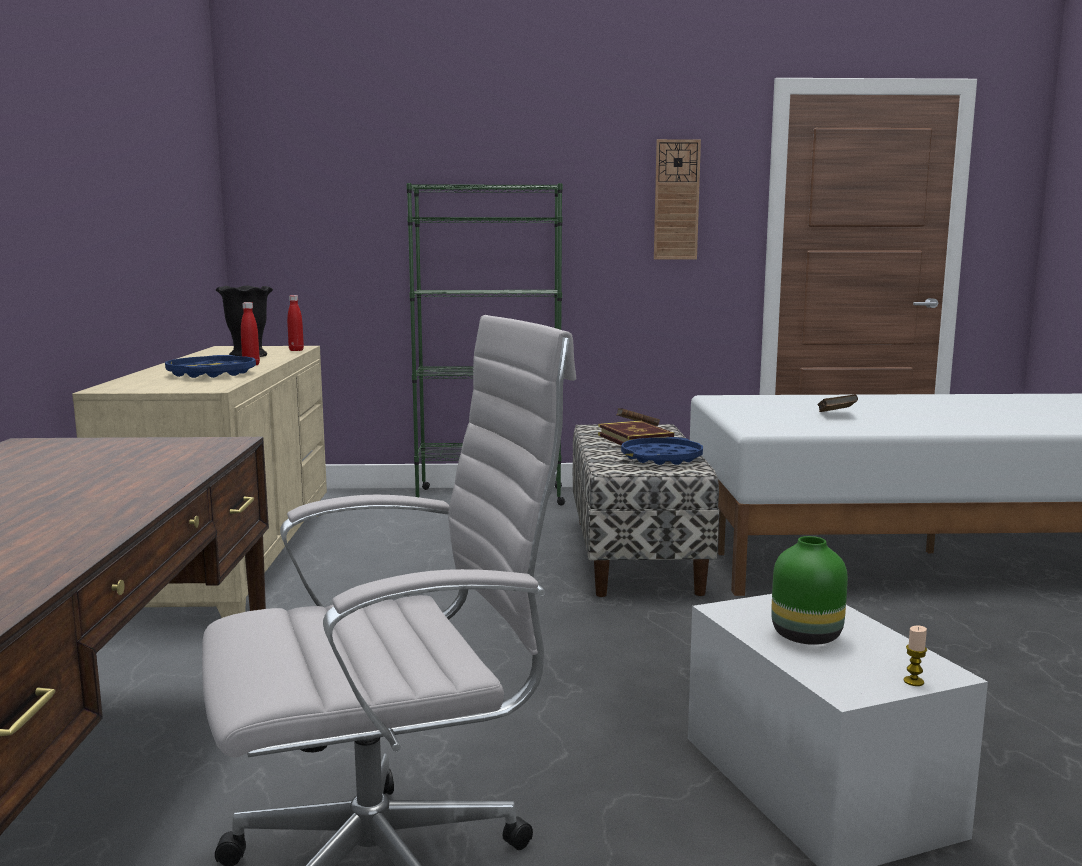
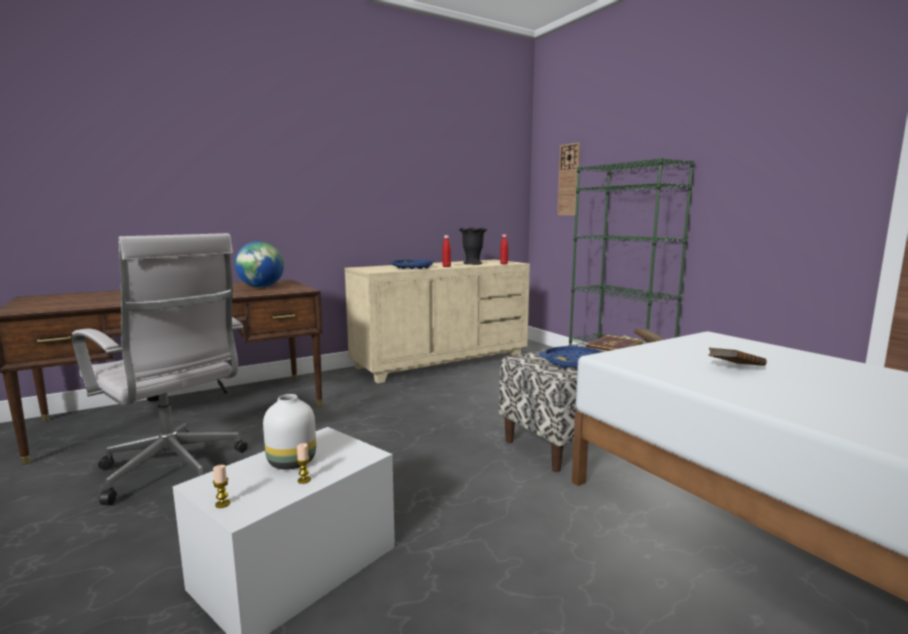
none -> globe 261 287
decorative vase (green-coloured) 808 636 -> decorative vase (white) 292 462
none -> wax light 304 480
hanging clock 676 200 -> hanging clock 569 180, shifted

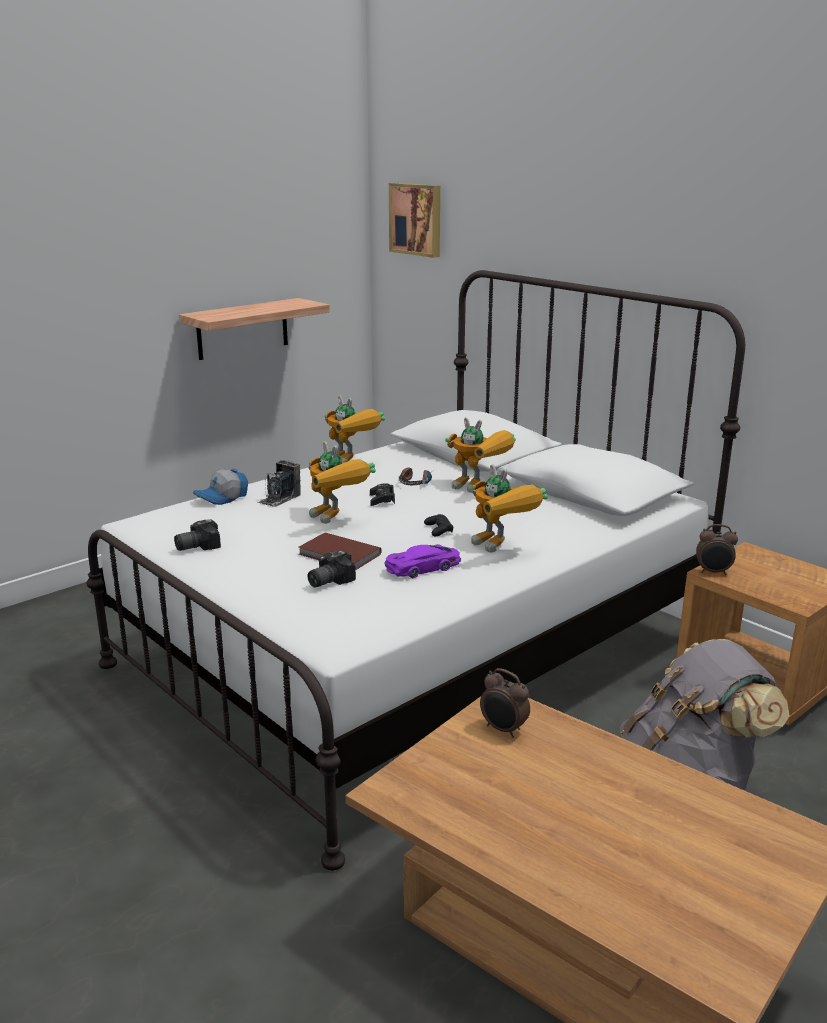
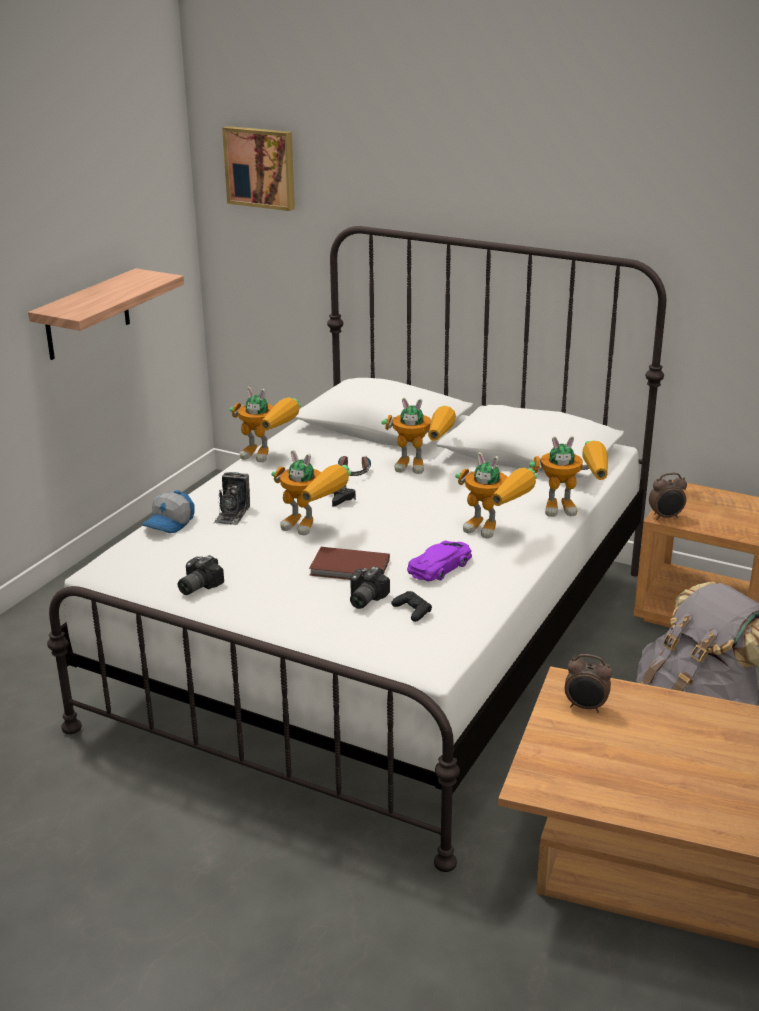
joypad (blackish) 438 529 -> joypad (blackish) 412 610, shifted
none -> model robot 572 508

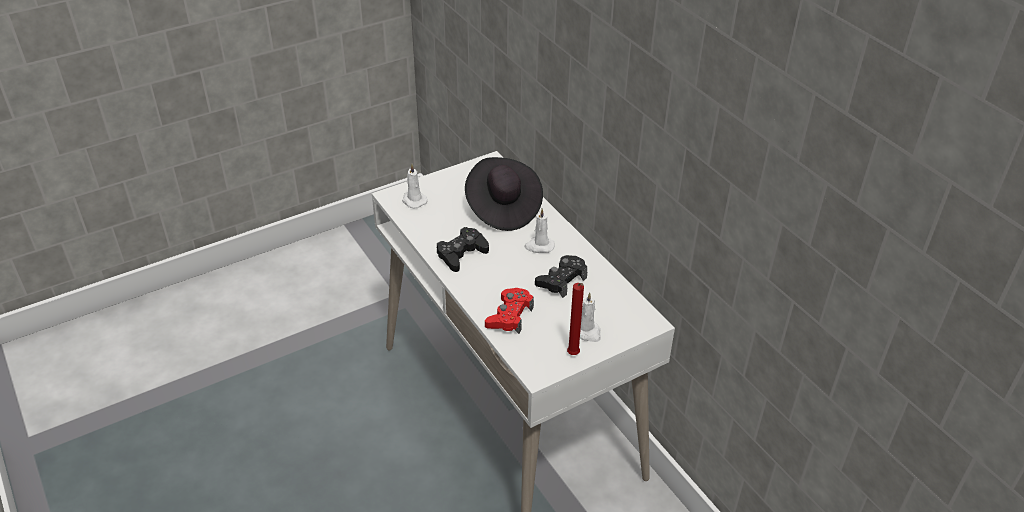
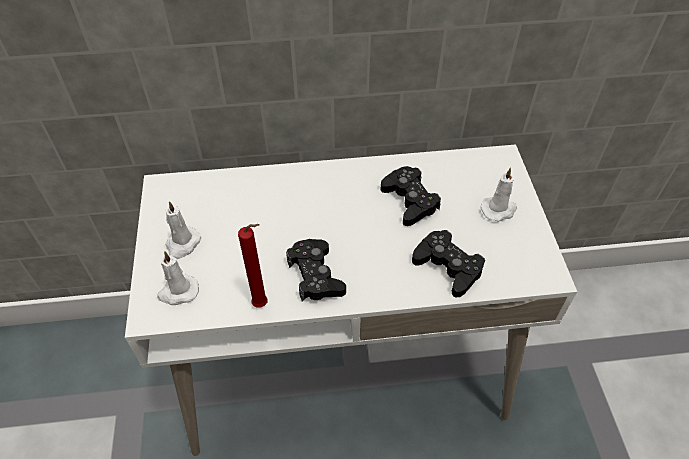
wax light (white) 539 246 -> wax light (white) 182 244, shifted
wax light (red-coloured) 573 355 -> wax light (red-coloured) 262 305, shifted
joypad (red-coloured) 509 316 -> joypad (blackish) 447 267
clothing hat (blackish) 502 208 -> none

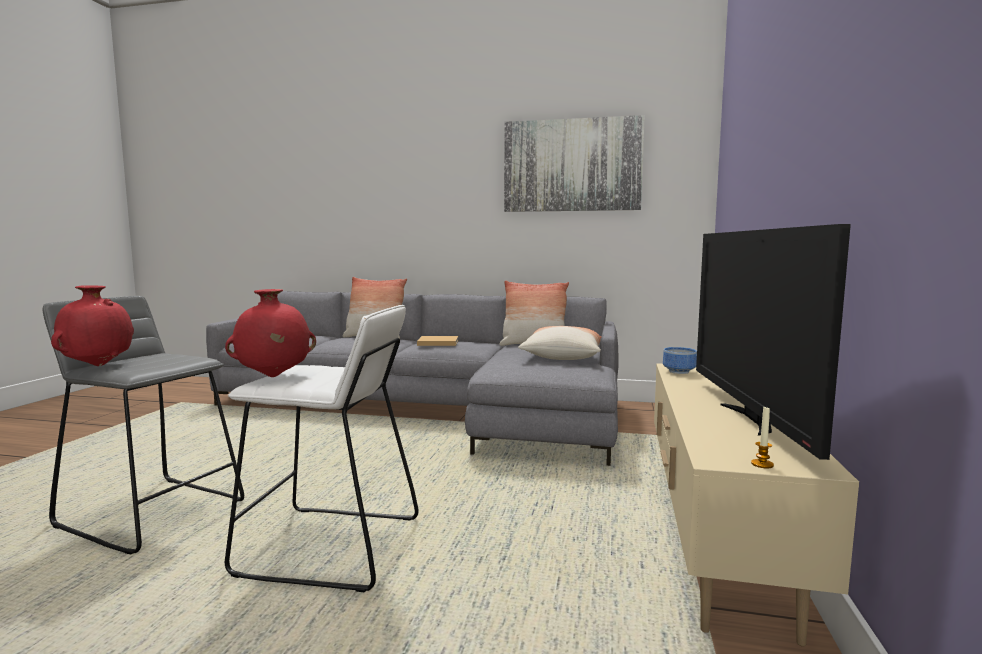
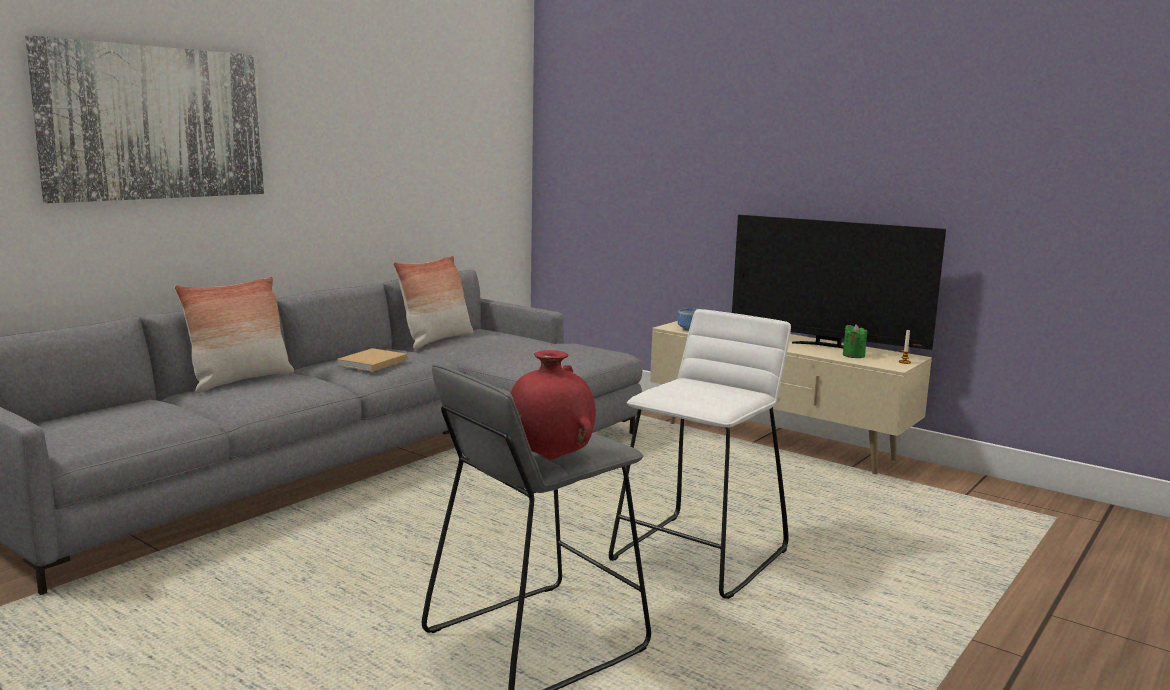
picture 572 165 -> picture 155 123, shifted
none -> wax light (green-coloured) 853 355
decorative vase (red-coloured) 273 377 -> none
cushion 562 356 -> none

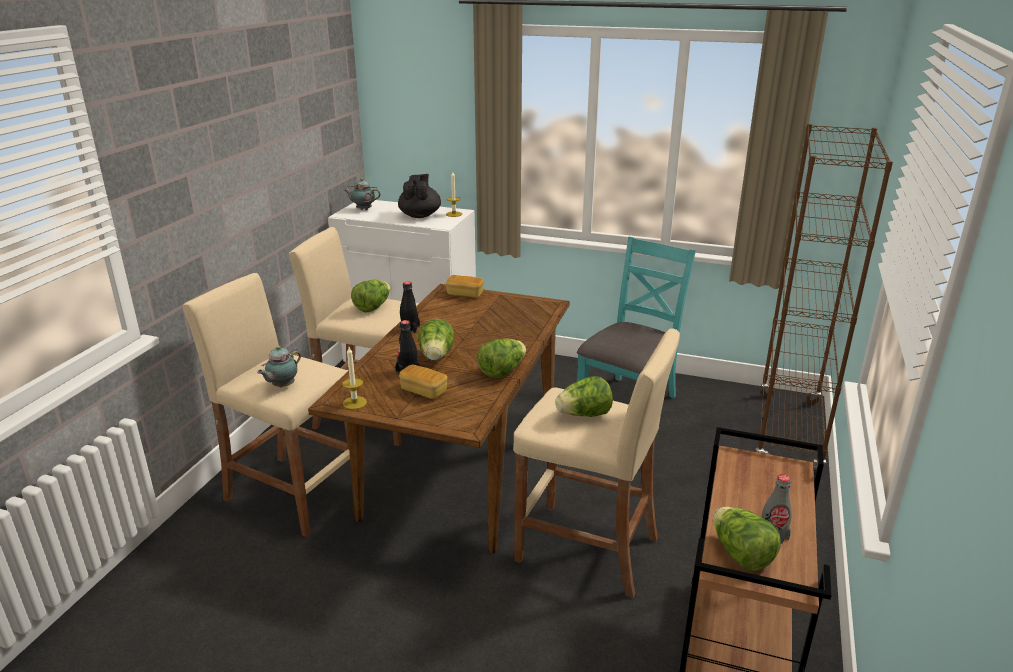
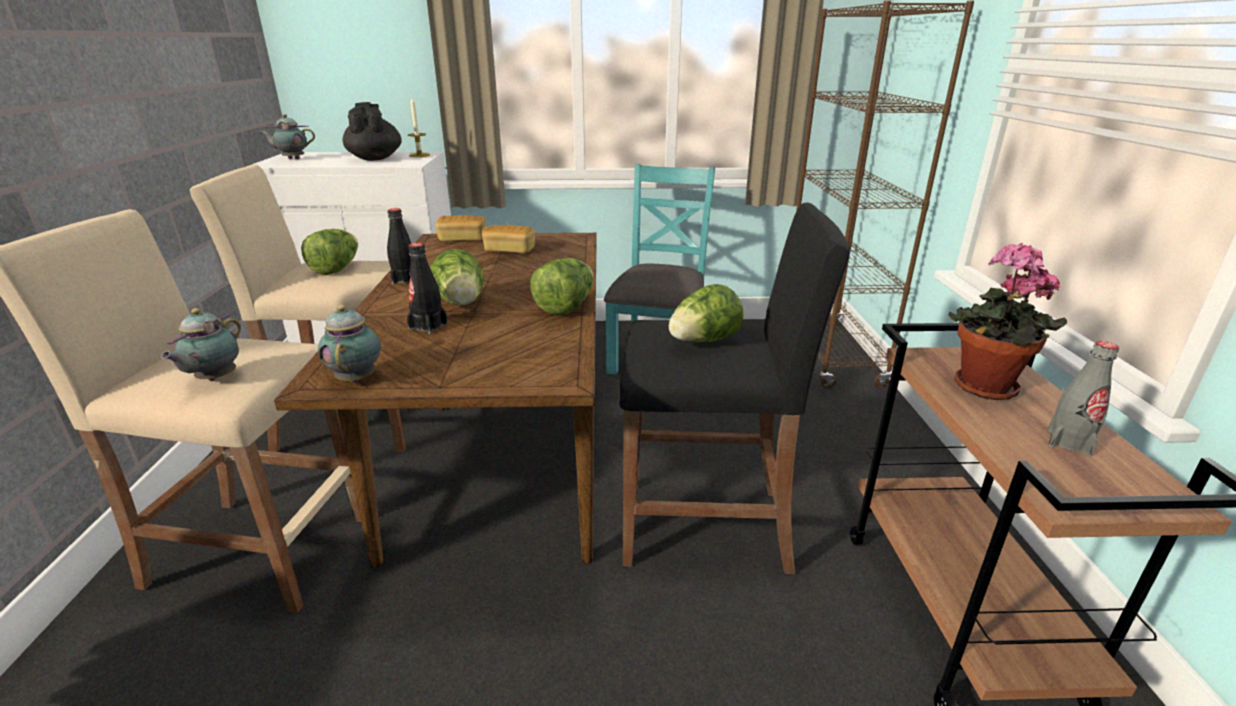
wax light 354 403 -> tea pot 358 378
bakery bread 423 391 -> bakery bread 509 250, shifted
stool seat (beige-coloured) 588 549 -> stool seat (blackish) 706 526
none -> plant in a pot 982 389
head of lettuce 740 555 -> none

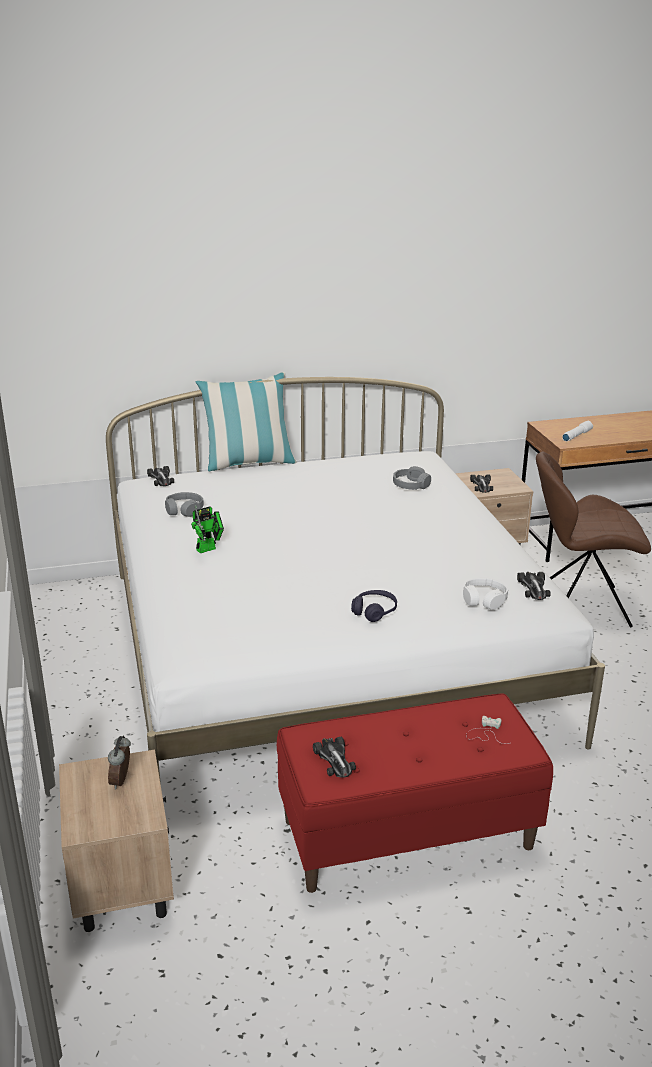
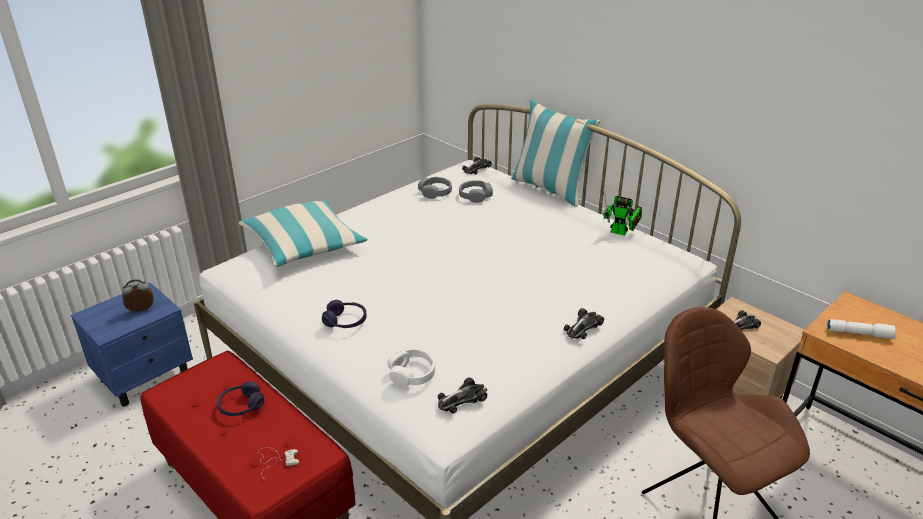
bedside table (beige-coloured) 122 884 -> bedside table (bluish) 146 377
none -> headphones (purple) 241 406
none -> cushion 303 245
headphones (gray) 411 485 -> headphones (gray) 475 196, shifted
model car 334 760 -> model car 583 327, shifted
model robot 209 548 -> model robot 621 232, shifted

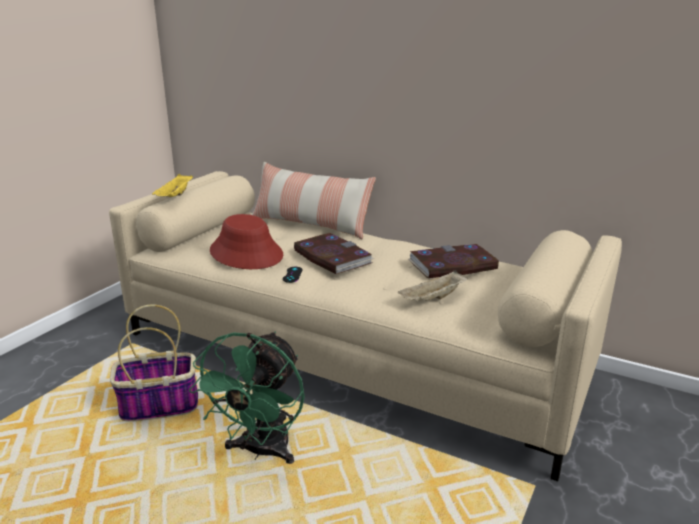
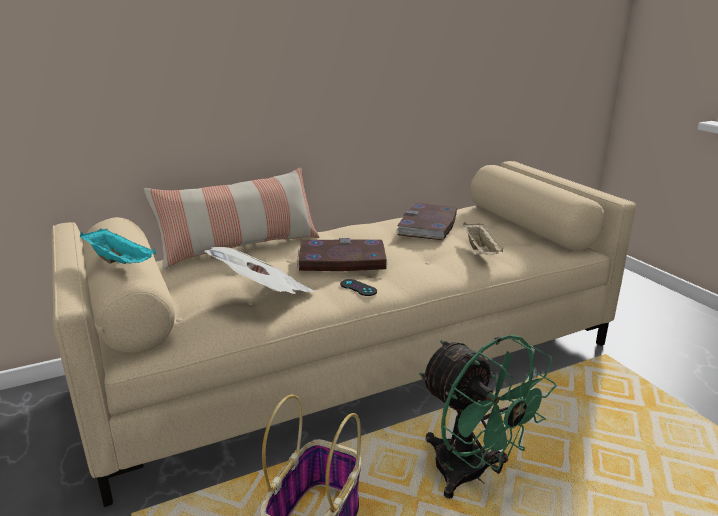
serving tray (yellow) 175 196 -> serving tray (blue-green) 121 262
clothing hat (red-coloured) 246 253 -> daily paper 263 295

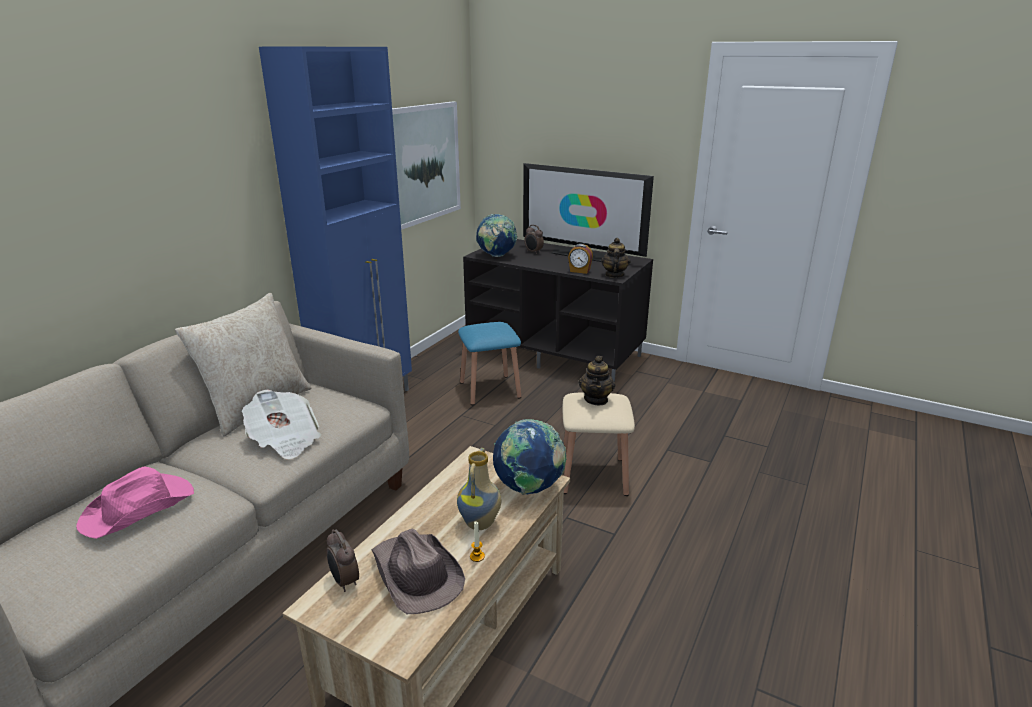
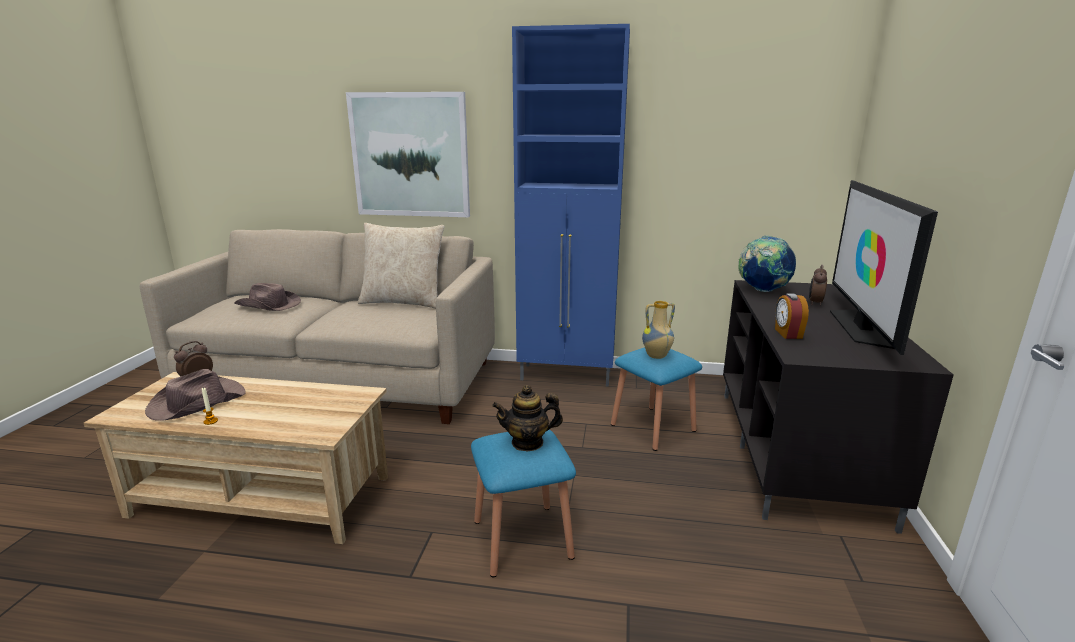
clothing hat (pink) 139 508 -> clothing hat (brown) 268 305
picture 423 164 -> picture 410 155, shifted
stool seat (beige-coloured) 593 475 -> stool seat (bluish) 522 538
decorative vase 481 524 -> decorative vase 656 356, shifted
daily paper 285 440 -> none
globe 529 488 -> none
tea pot 614 275 -> none

